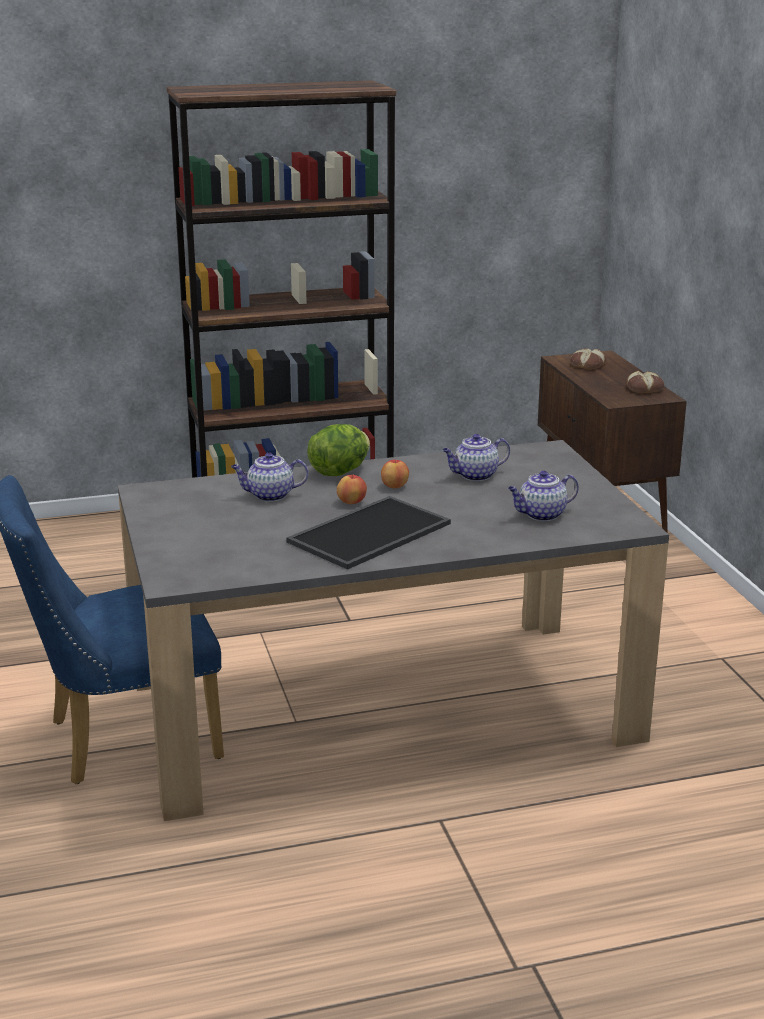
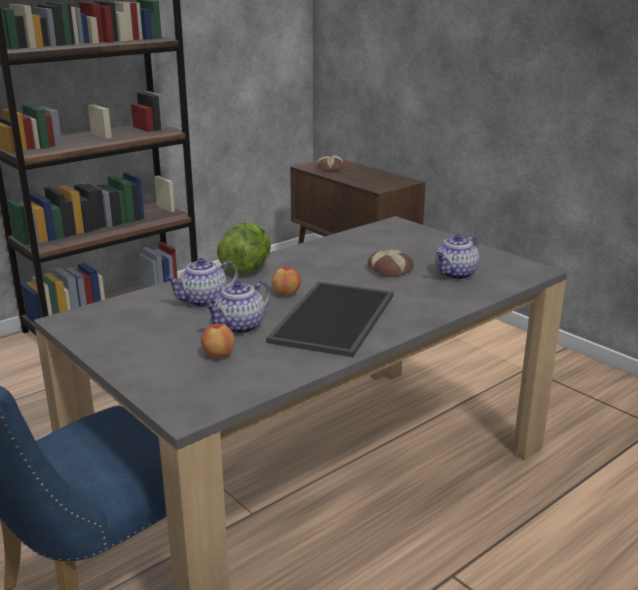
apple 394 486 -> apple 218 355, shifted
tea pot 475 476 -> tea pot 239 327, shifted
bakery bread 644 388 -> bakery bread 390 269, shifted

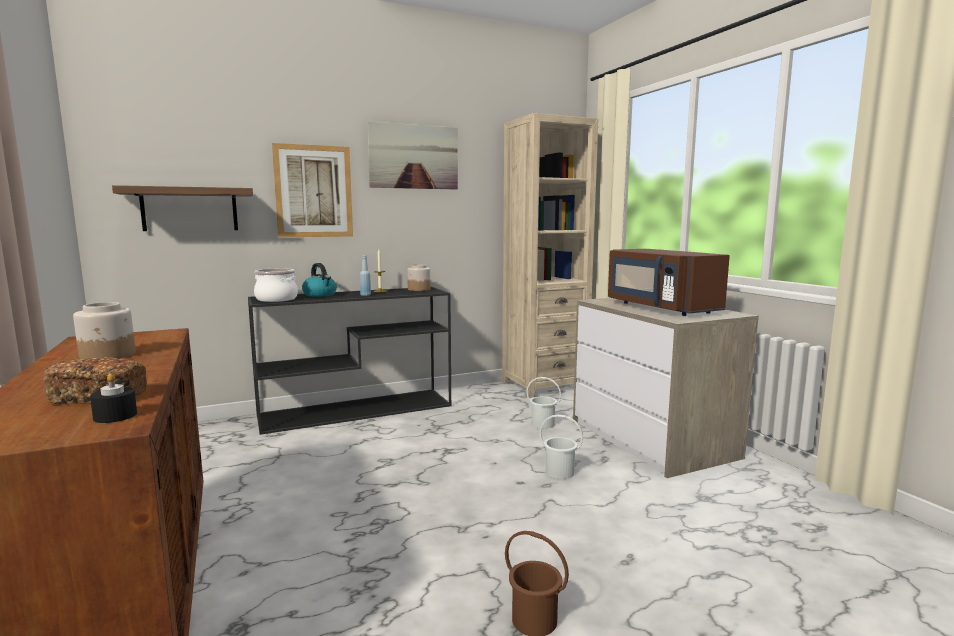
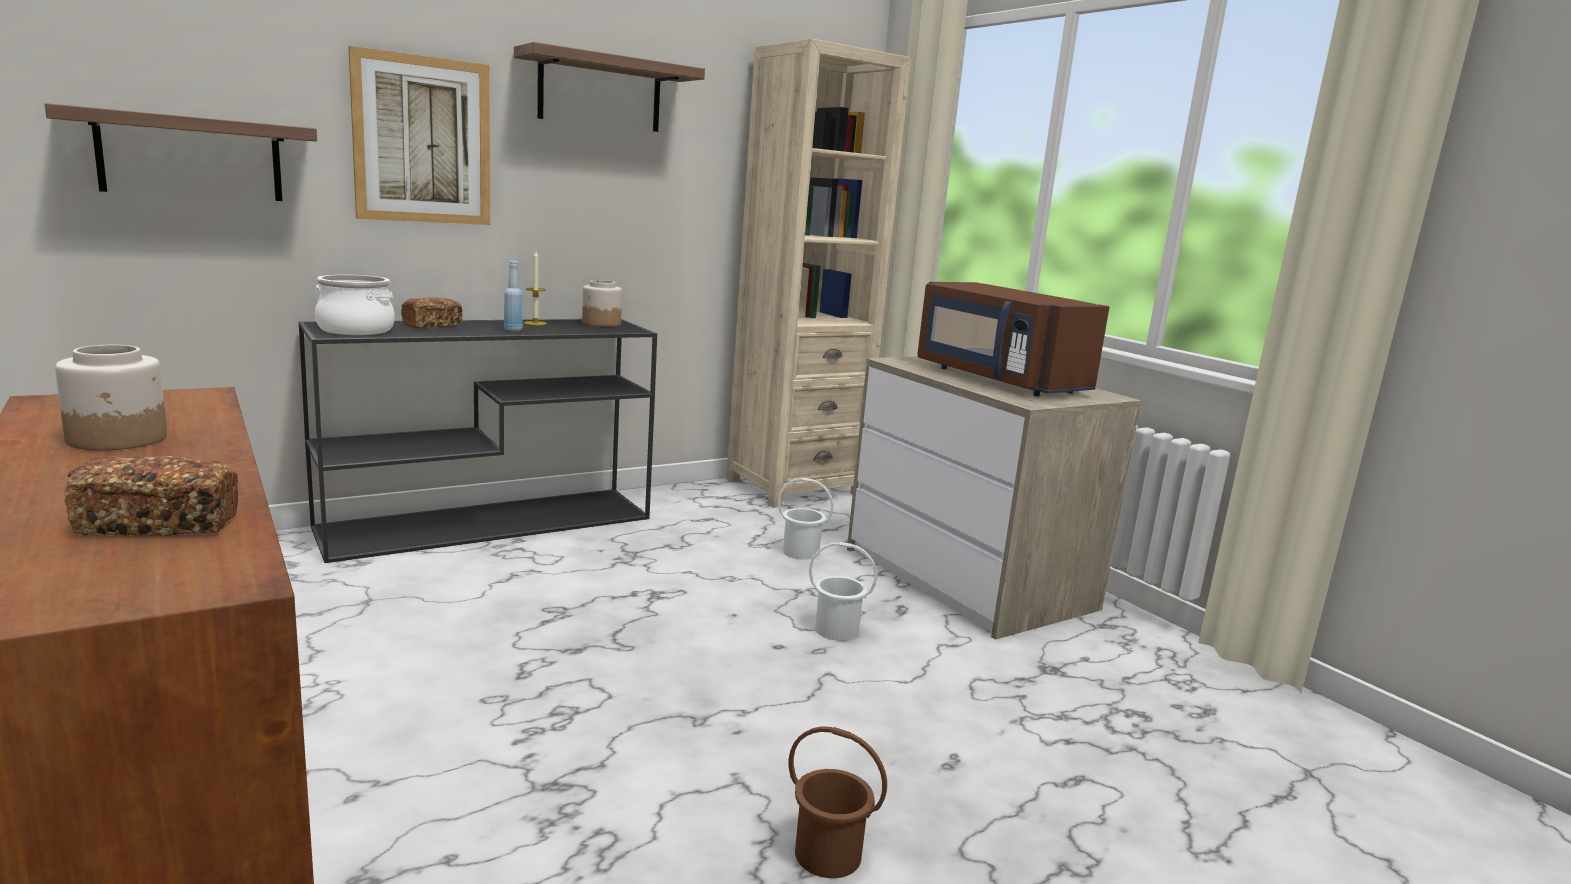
tea kettle 320 295 -> bakery bread 432 325
picture 413 157 -> shelf 600 92
wax light (blackish) 115 416 -> none

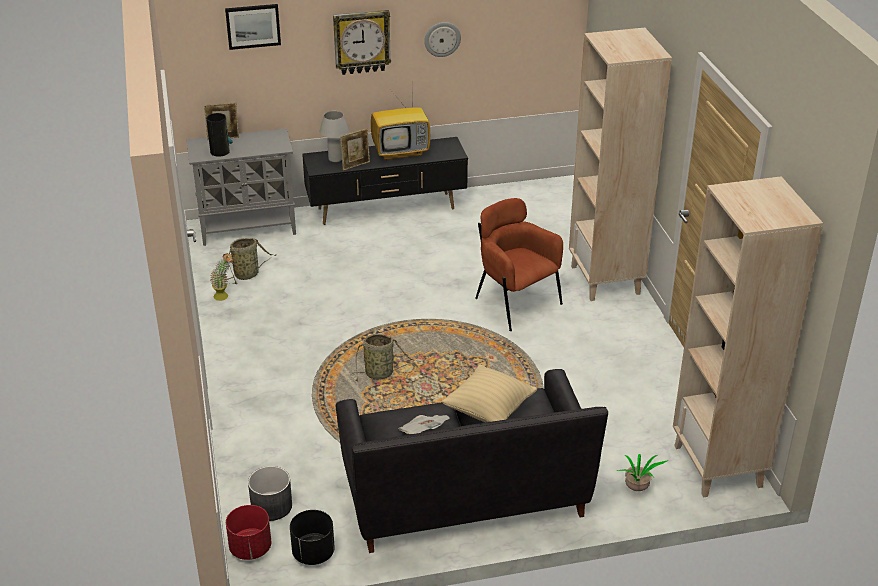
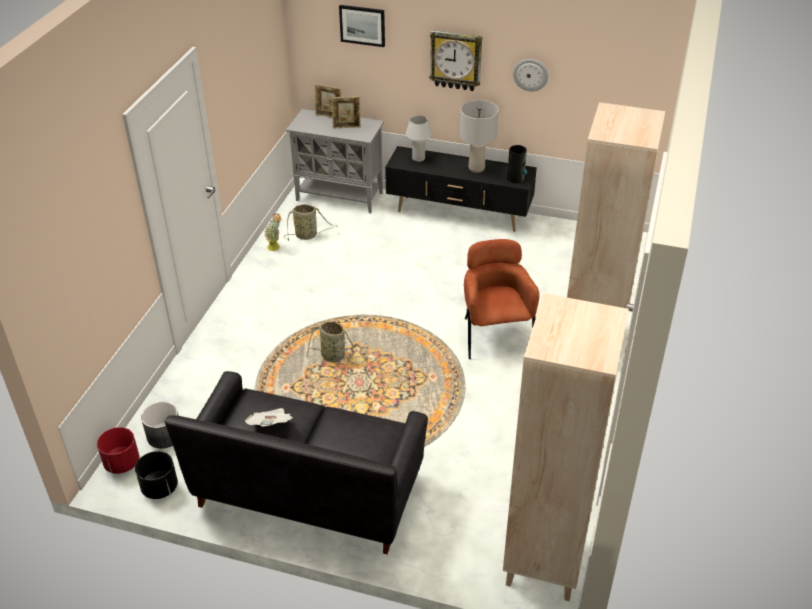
photo frame 356 165 -> photo frame 347 127, shifted
TV 401 152 -> tabletop lamp (gray) 477 168
decorative vase 220 151 -> decorative vase 516 178, shifted
cushion (beige-coloured) 489 410 -> none
plant in a pot 638 489 -> none

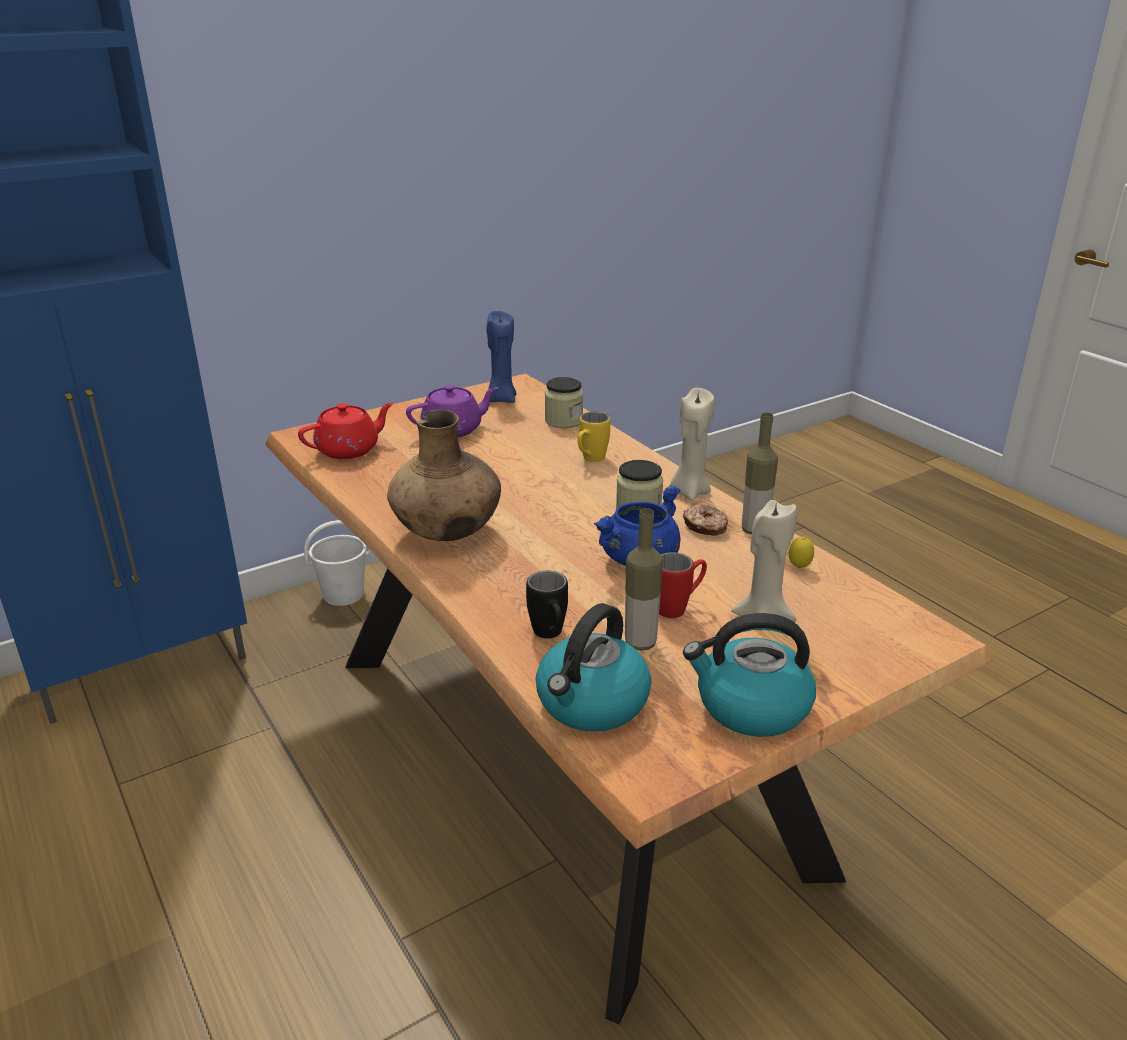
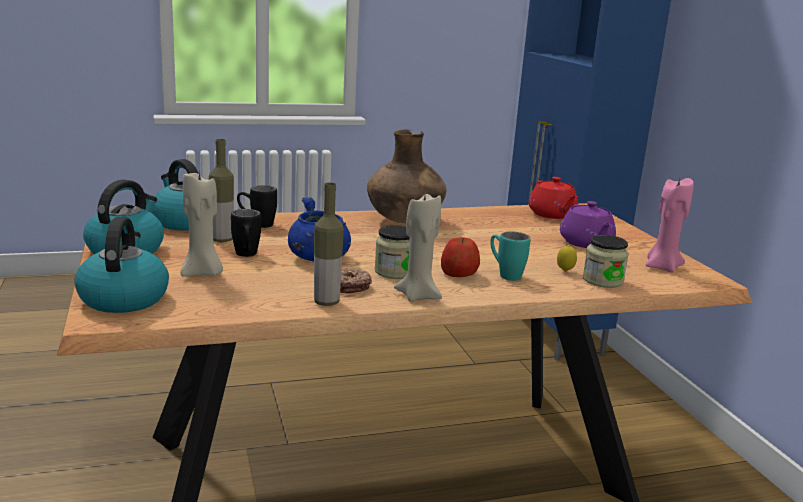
none -> tea kettle 123 298
coffee mug (red-coloured) 679 607 -> coffee mug (blackish) 246 255
none -> apple 458 274
coffee mug (yellow) 590 460 -> coffee mug (blue-green) 504 274
whole lemon 799 567 -> whole lemon 565 271, shifted
wax light (bluish) 501 399 -> wax light (pink) 662 267
pail (white) 344 594 -> none

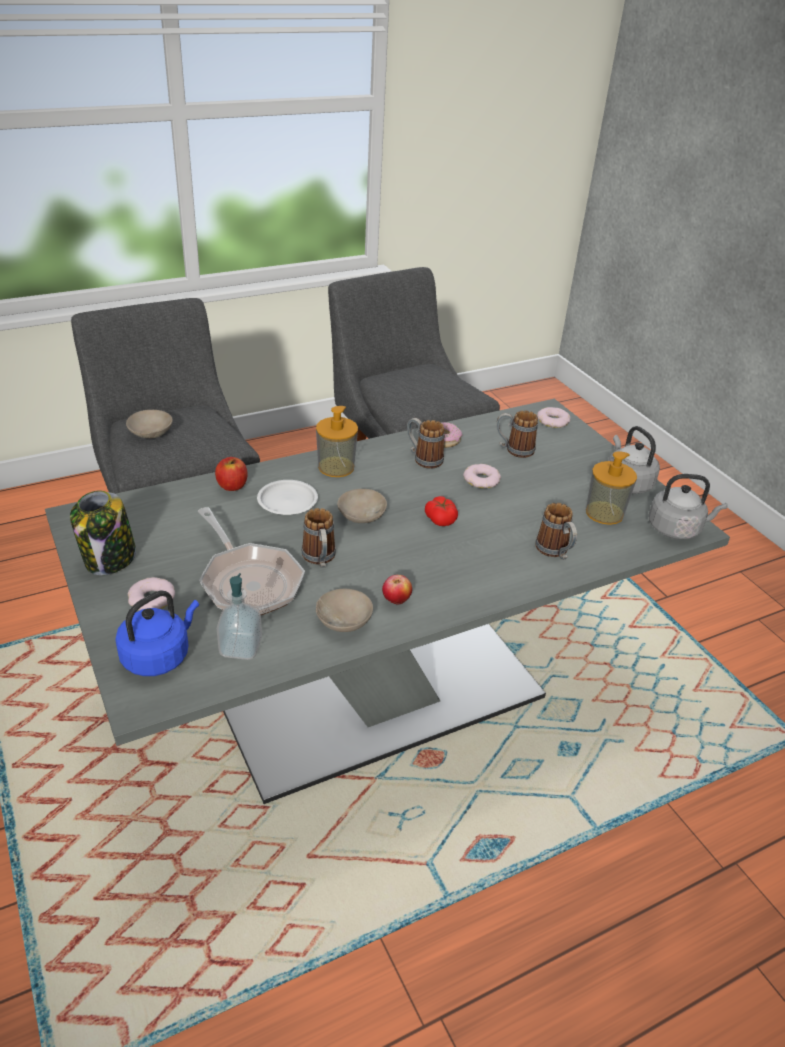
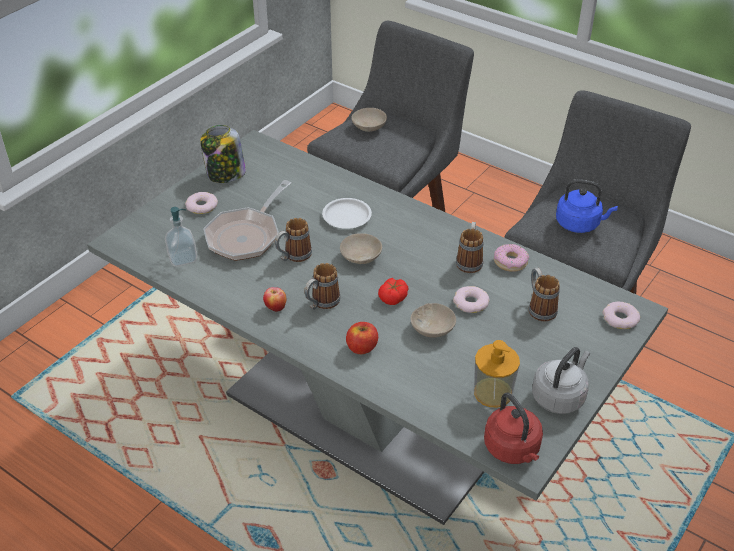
coffee mug 555 552 -> coffee mug 321 303, shifted
apple 232 486 -> apple 362 347, shifted
bowl (beige-coloured) 346 621 -> bowl (beige-coloured) 433 329, shifted
tea kettle (gray) 677 529 -> tea kettle (red-coloured) 513 449
tea kettle (bluish) 159 656 -> tea kettle (bluish) 580 224, shifted
soap bottle 336 467 -> none

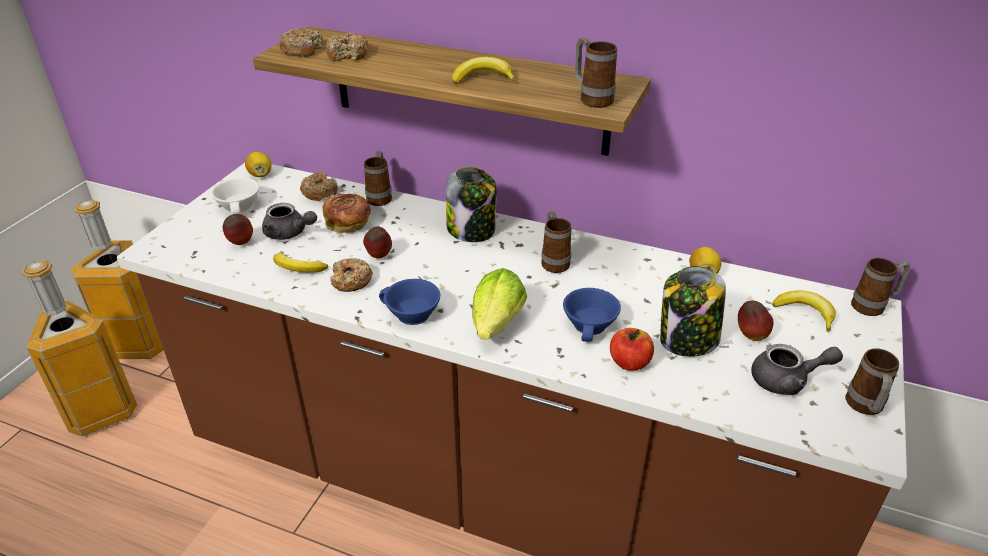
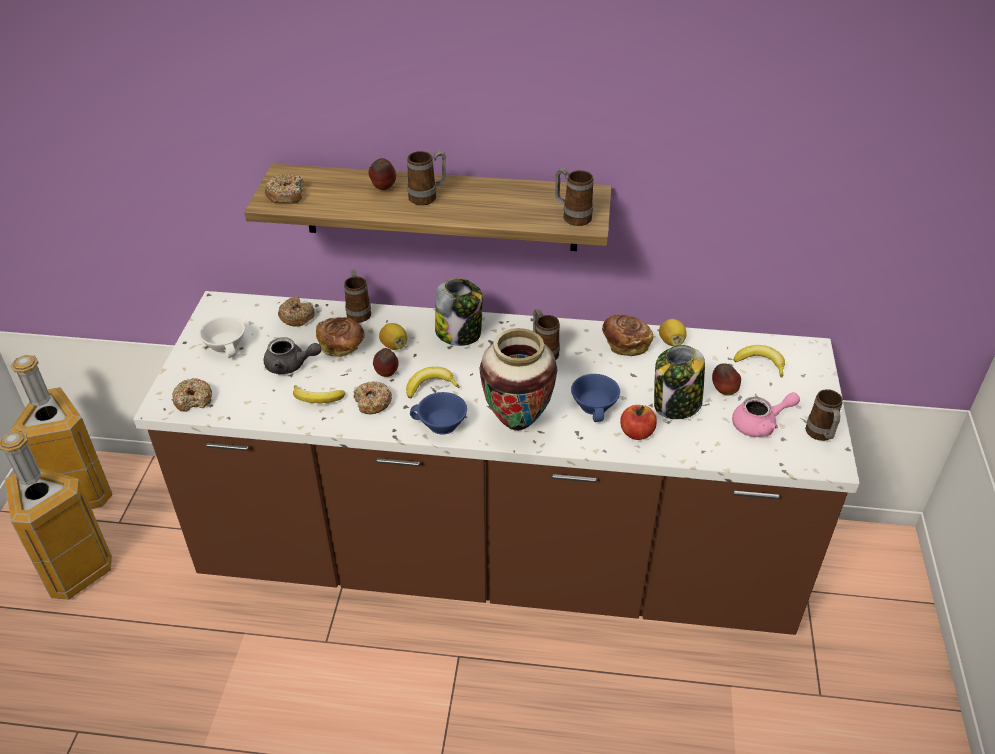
ring doughnut 348 55 -> ring doughnut 193 400, shifted
apple 241 243 -> apple 383 189, shifted
whole lemon 260 175 -> whole lemon 394 345, shifted
banana 483 78 -> banana 430 386, shifted
coffee mug 873 306 -> coffee mug 428 197, shifted
head of lettuce 495 327 -> decorative vase 517 422
none -> bakery bread 625 343
tea pot (gray) 787 380 -> tea pot (pink) 760 424

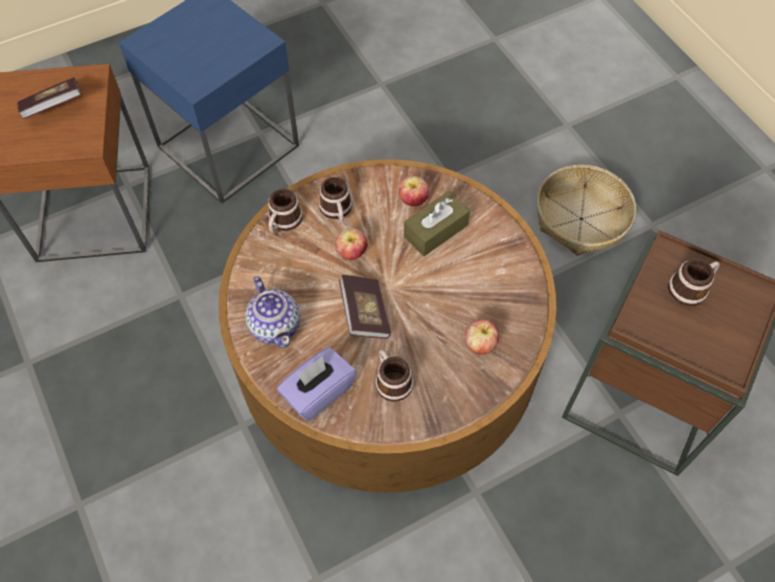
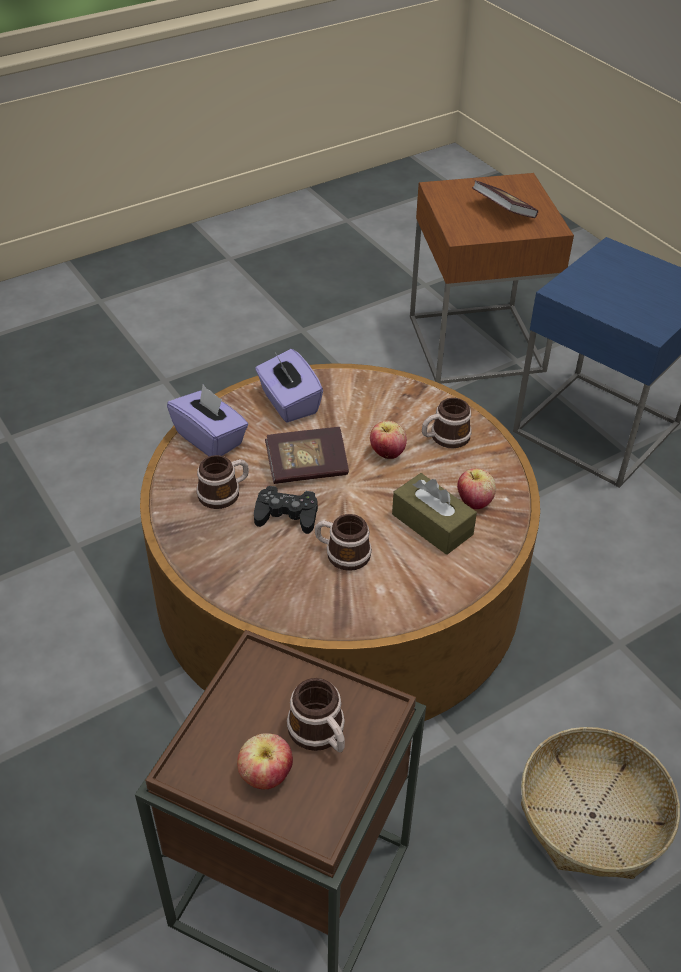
apple 480 344 -> apple 266 775, shifted
none -> joypad (blackish) 286 515
tea pot 275 325 -> tissue holder (purple) 288 403
coffee mug 283 222 -> coffee mug 342 553, shifted

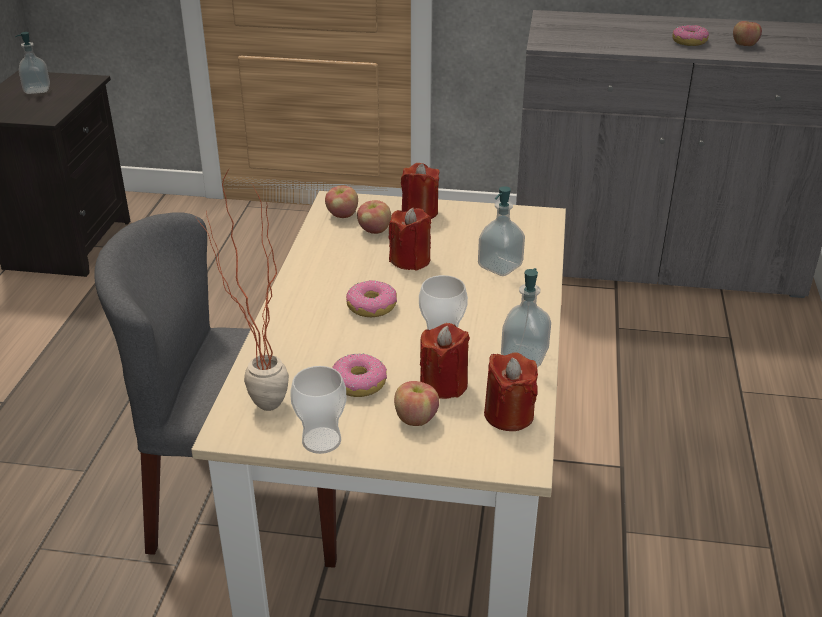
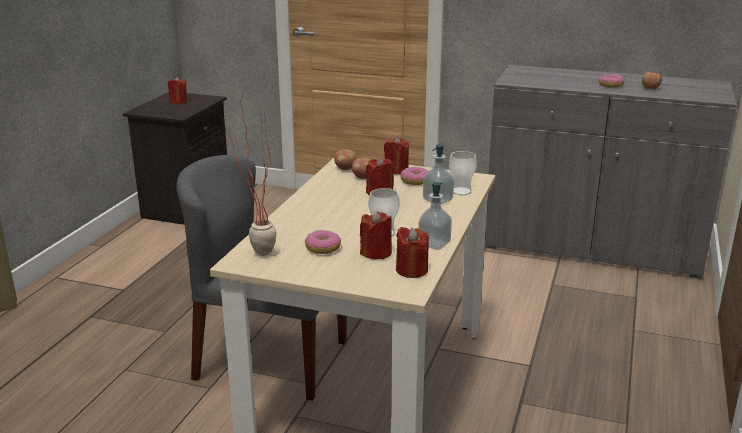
soap bottle 37 90 -> wax light (red-coloured) 178 101
ring doughnut 371 307 -> ring doughnut 415 181, shifted
small cup 321 440 -> small cup 461 191, shifted
apple 416 418 -> none

